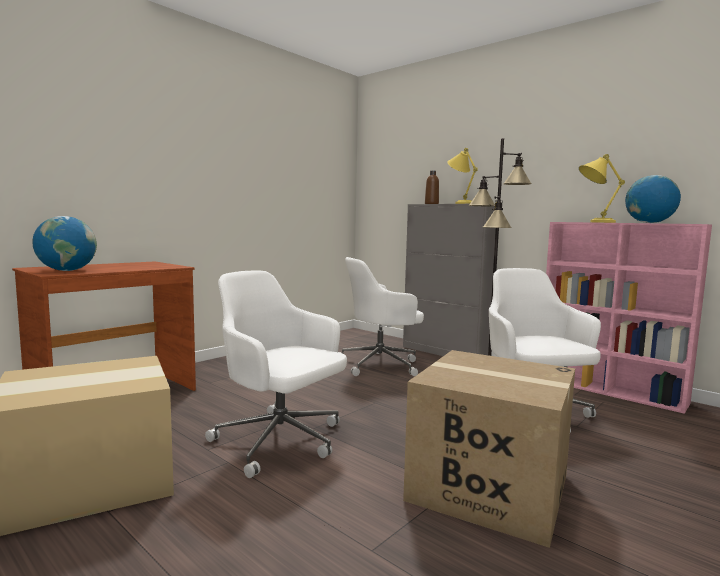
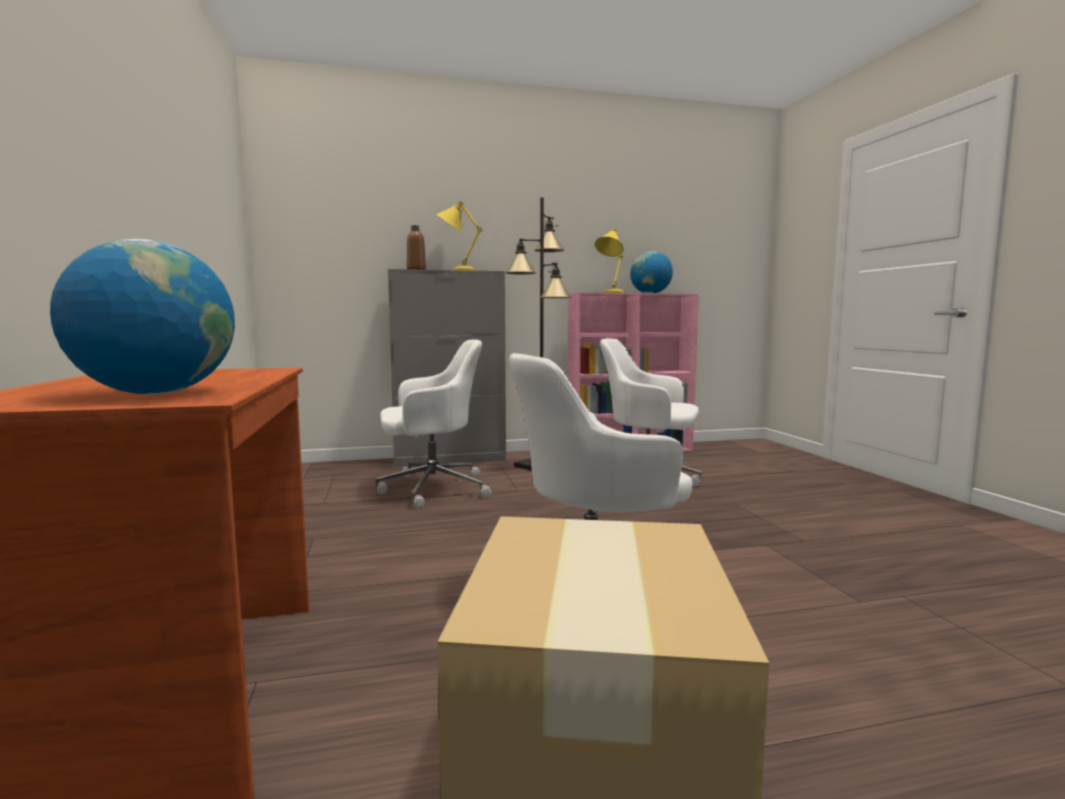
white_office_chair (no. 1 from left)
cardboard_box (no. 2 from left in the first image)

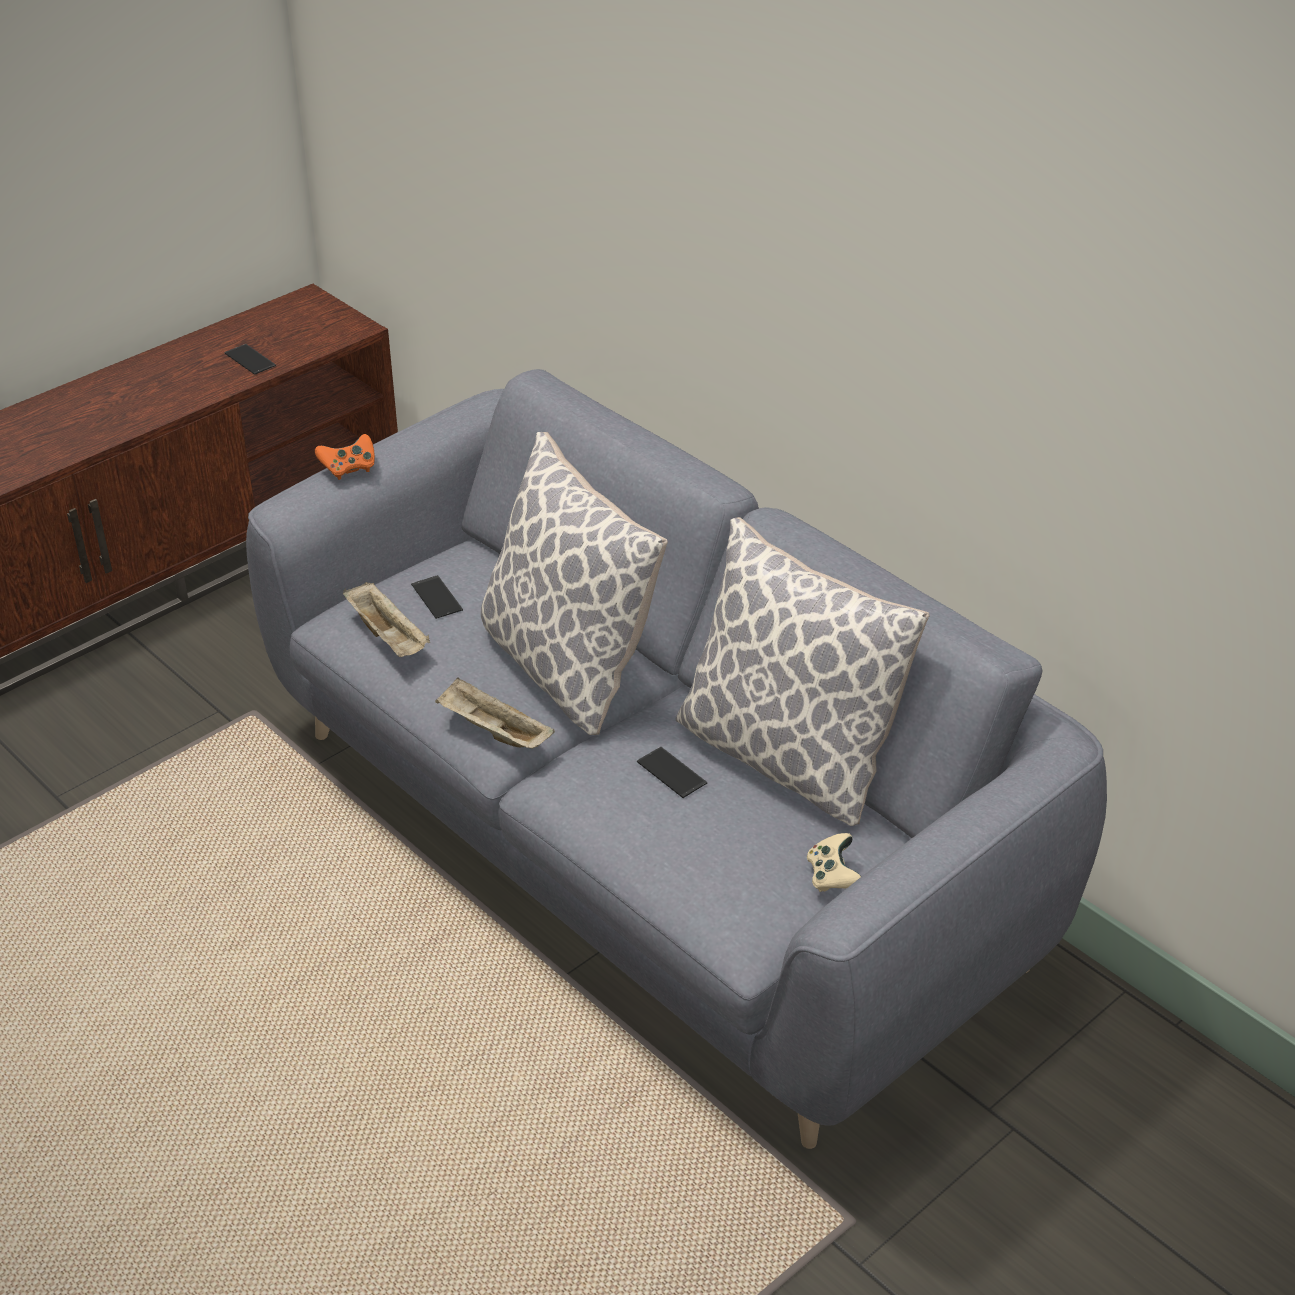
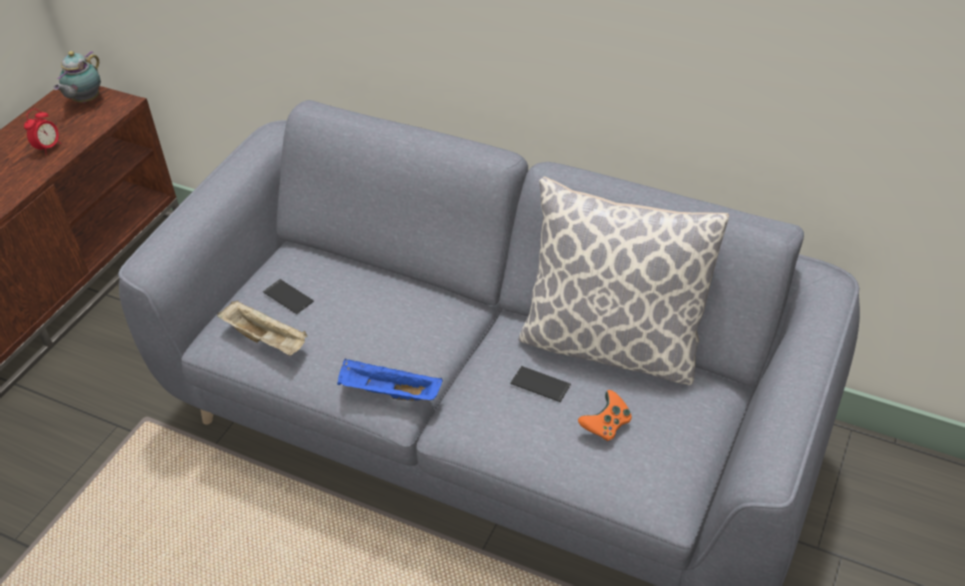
alarm_clock
orange_game_controller
blue_tray
pillow (no. 1 from left in the first image)
beige_game_controller
teapot

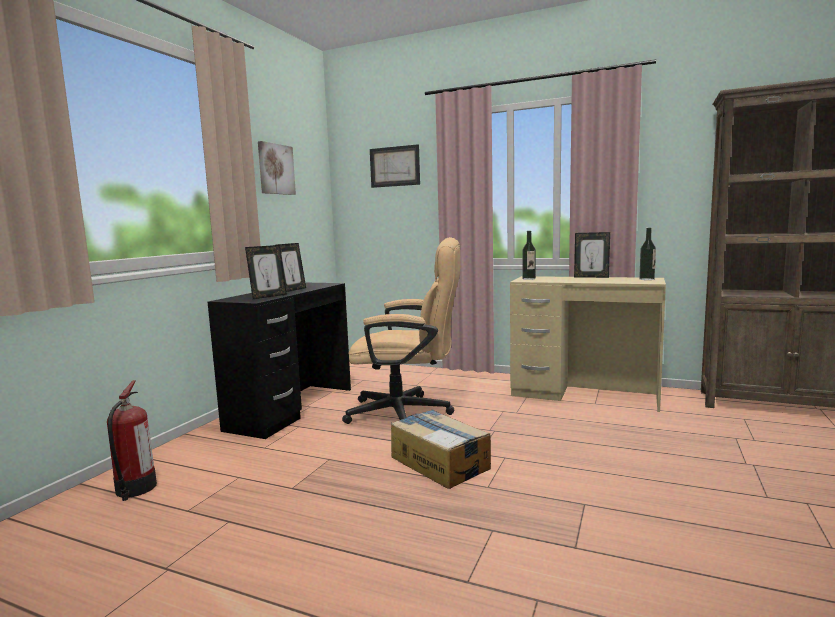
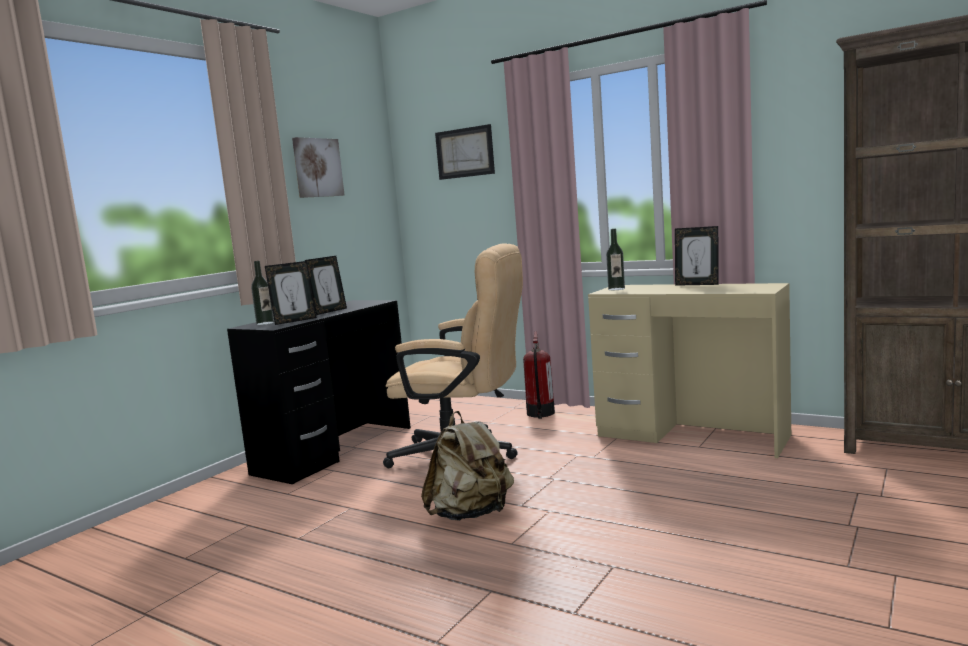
fire_extinguisher
beige_backpack
bottle (no. 1 from left)

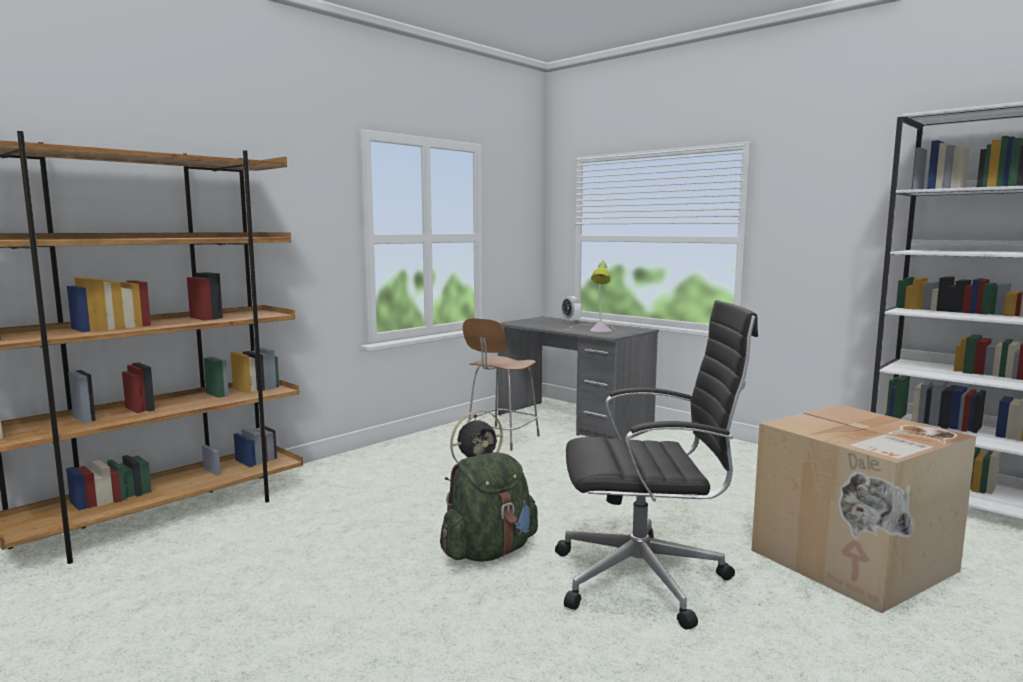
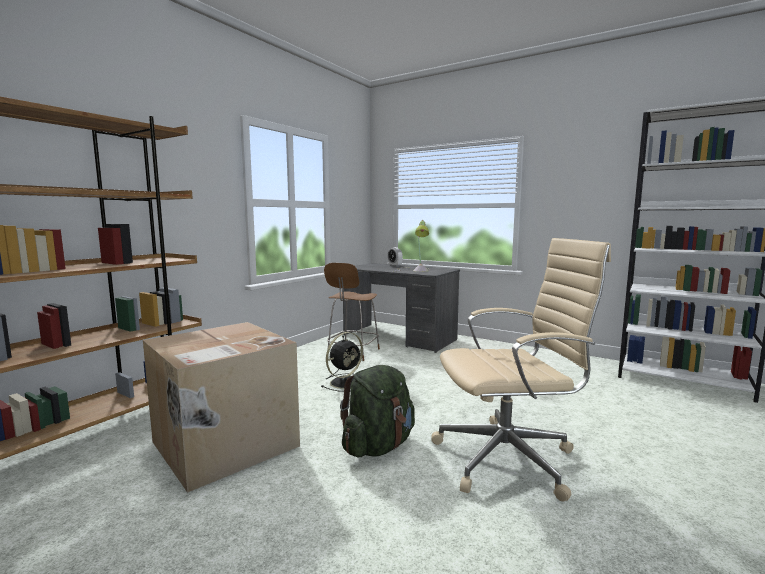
beige_office_chair
cardboard_box

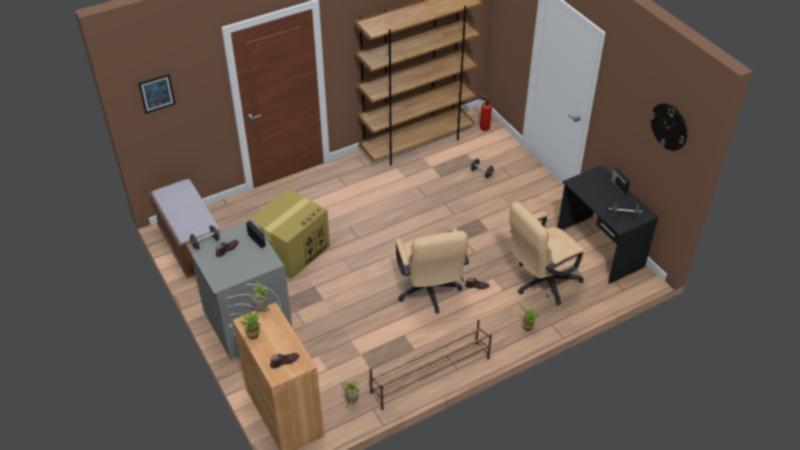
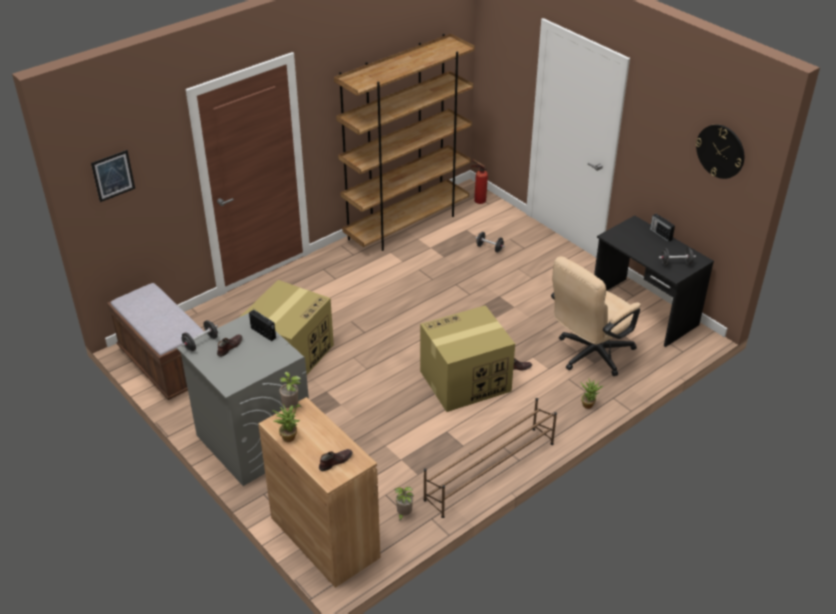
cardboard_box (no. 2 from left)

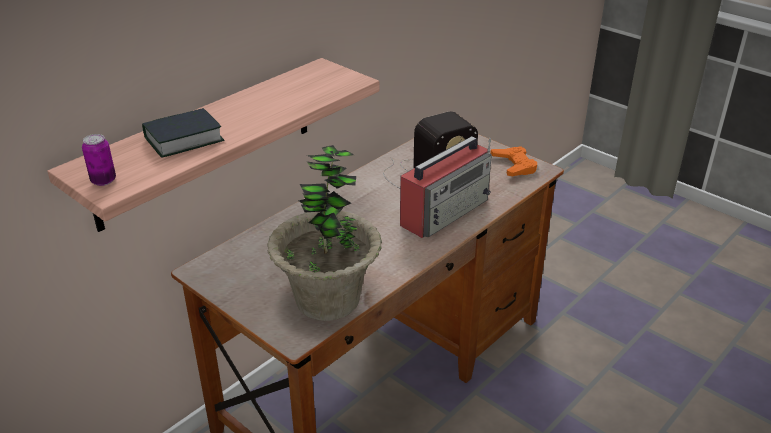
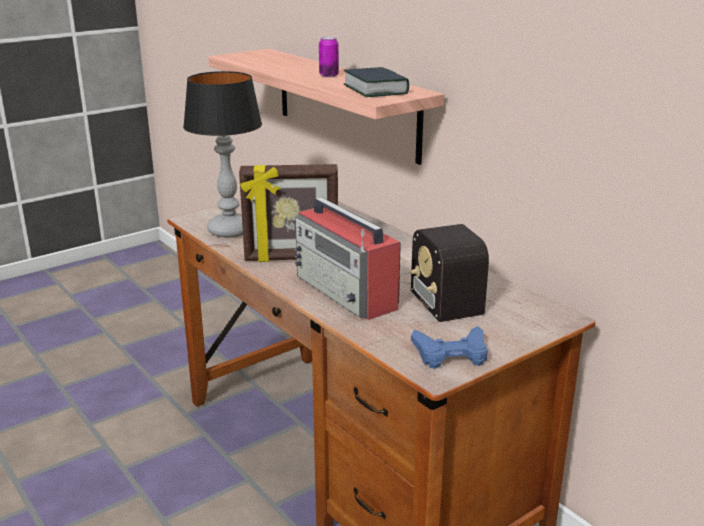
can
book
table_lamp
blue_game_controller
picture_frame

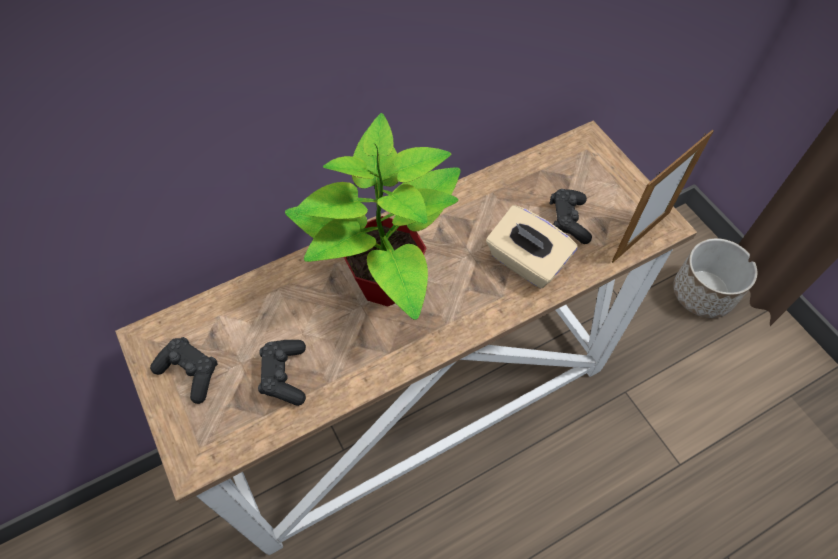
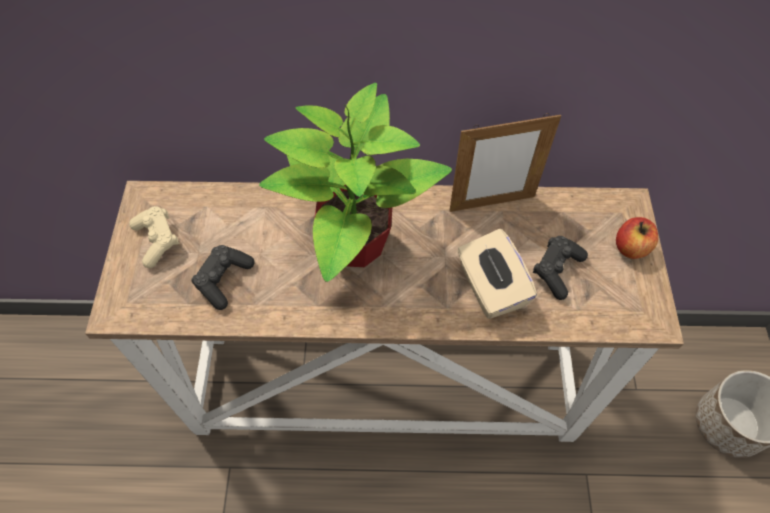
beige_game_controller
picture_frame
apple

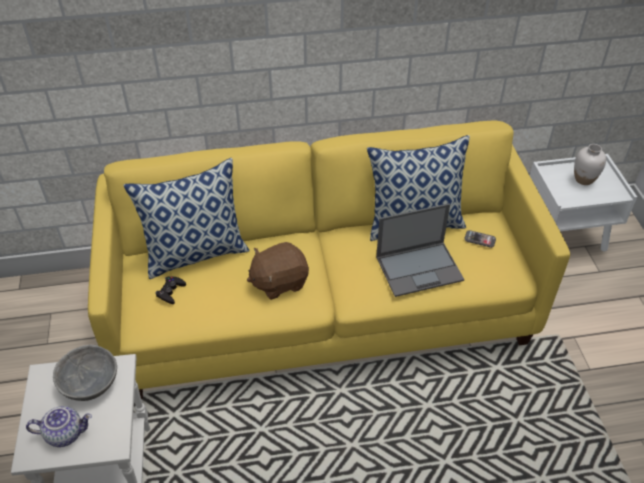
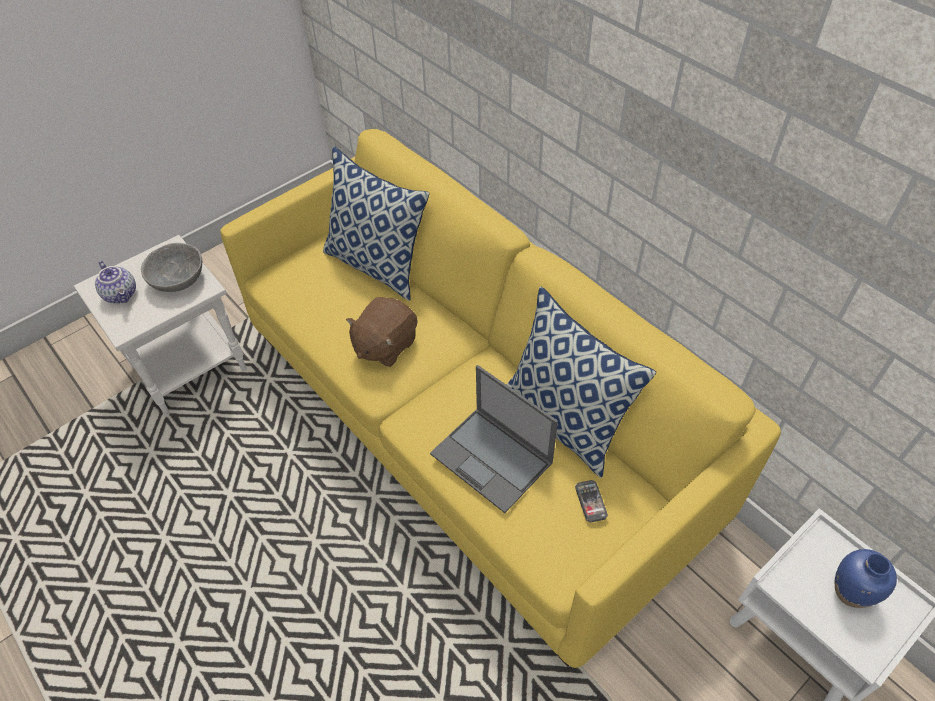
black_game_controller
brown_plush_toy
blue_vase

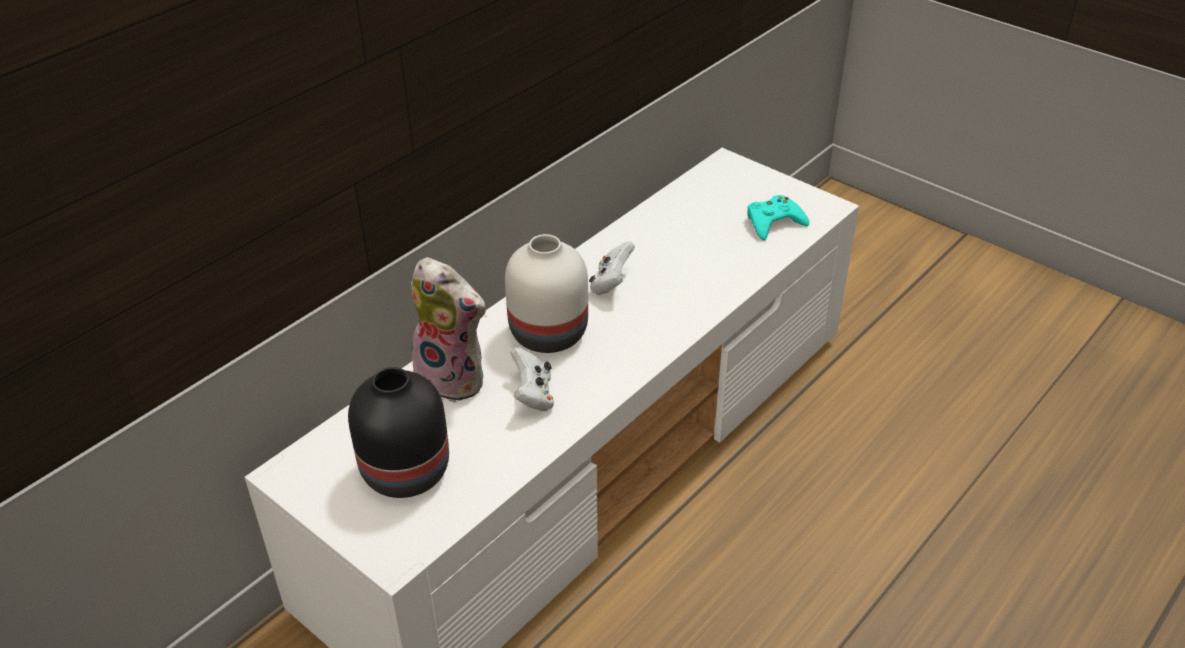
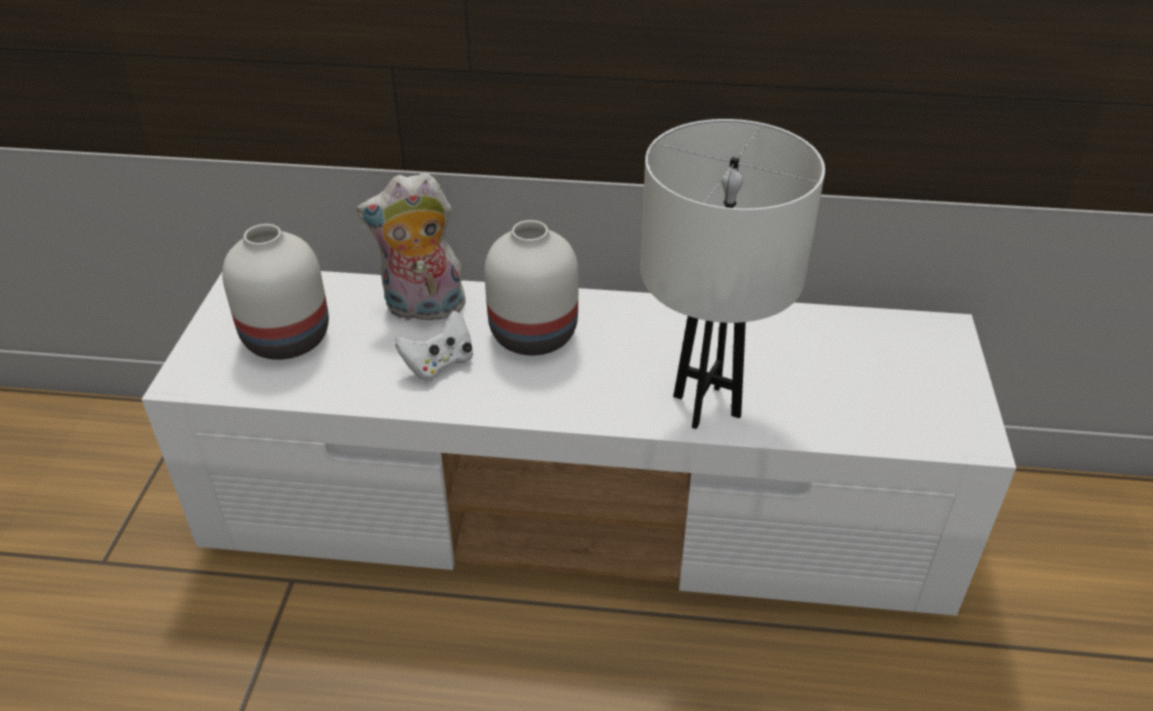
white_vase (no. 1 from left)
plush_toy
white_game_controller (no. 2 from left in the first image)
turquoise_game_controller
white_table_lamp

